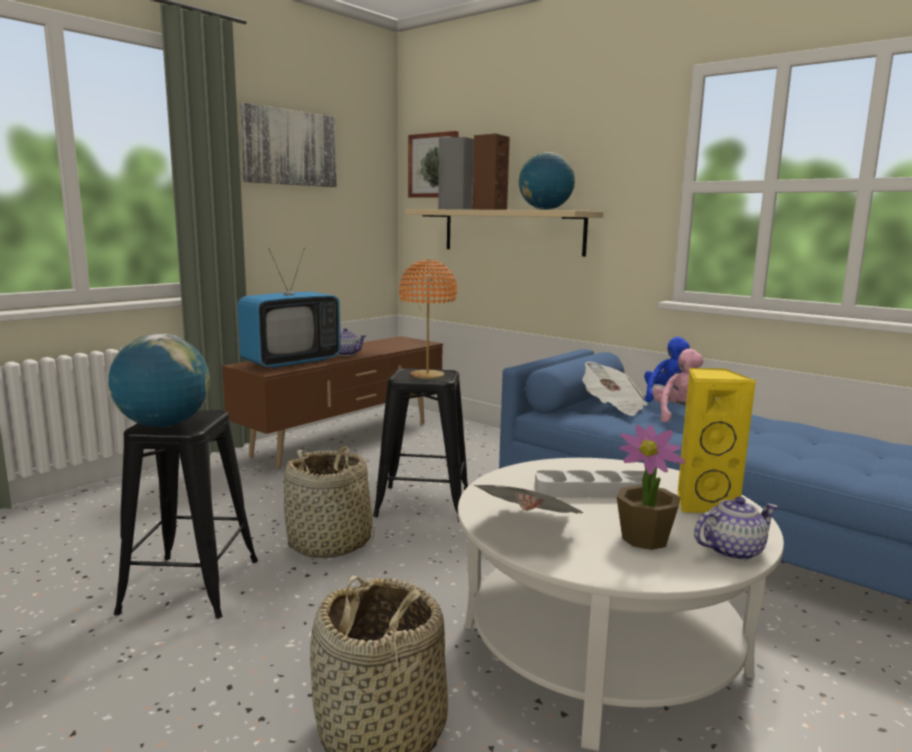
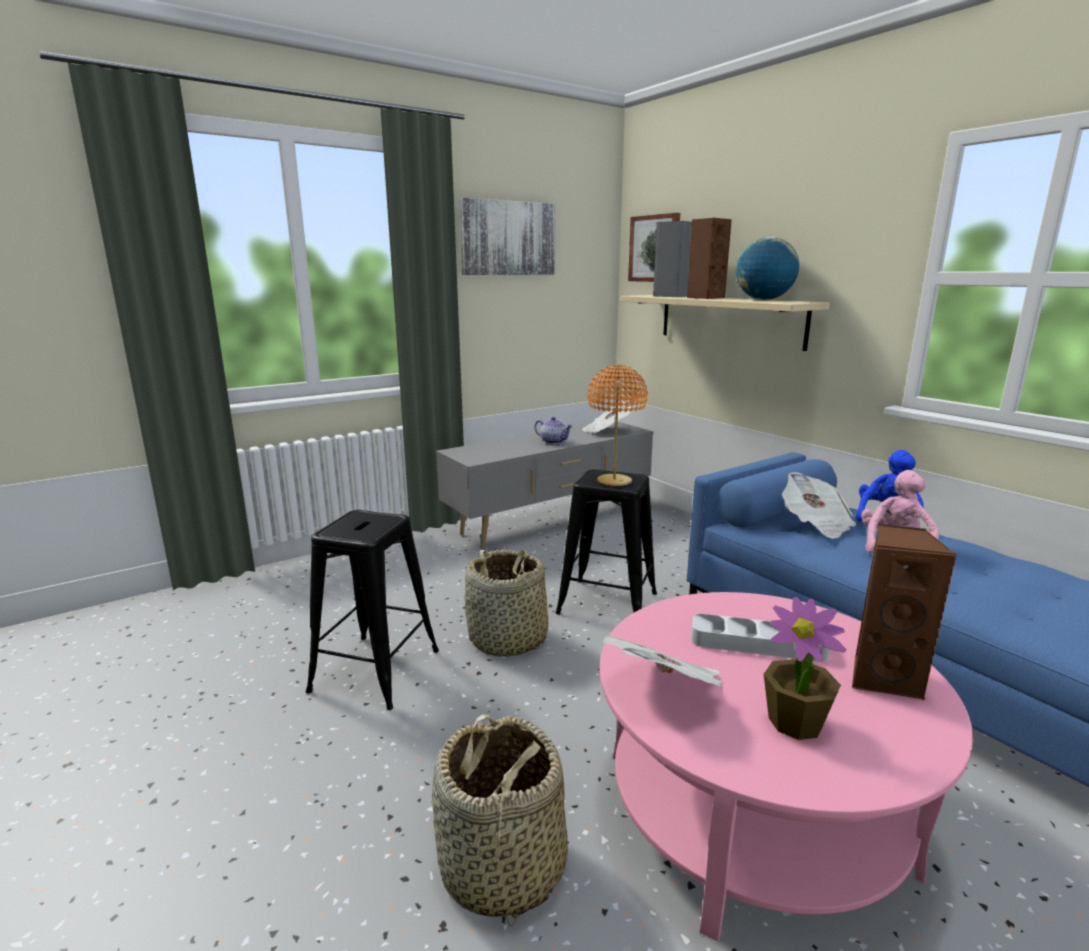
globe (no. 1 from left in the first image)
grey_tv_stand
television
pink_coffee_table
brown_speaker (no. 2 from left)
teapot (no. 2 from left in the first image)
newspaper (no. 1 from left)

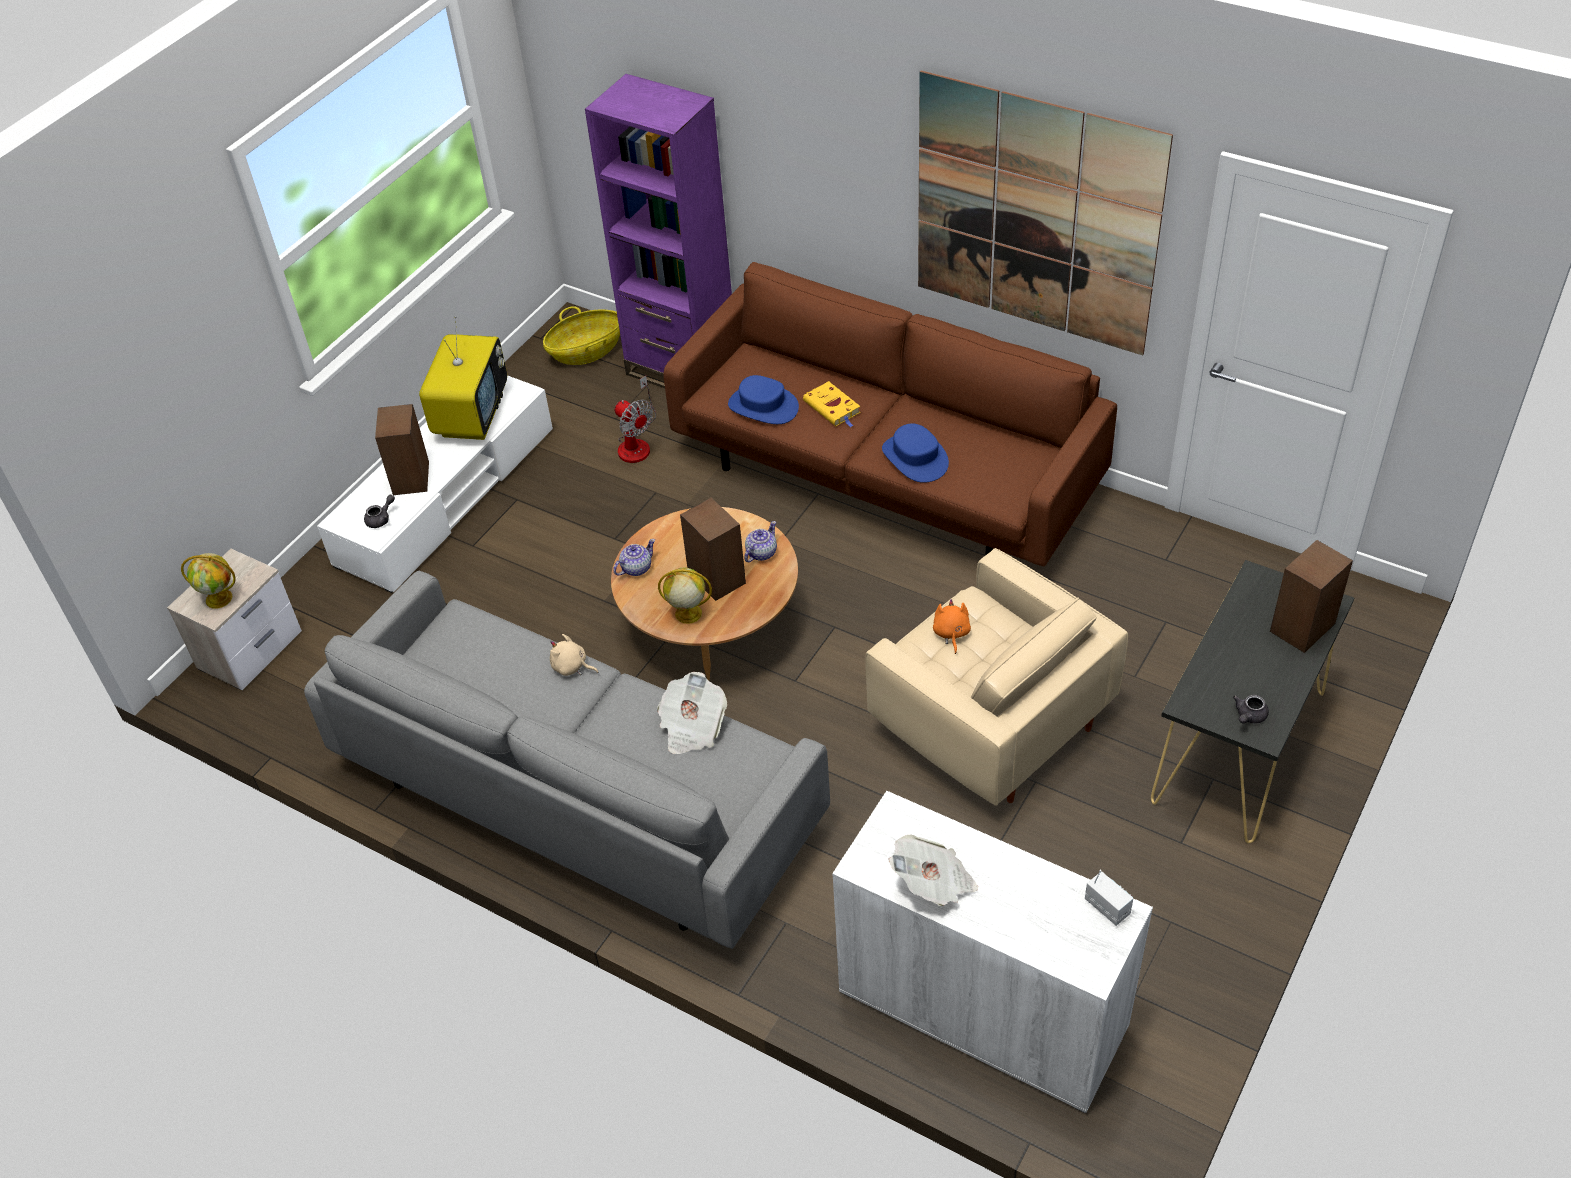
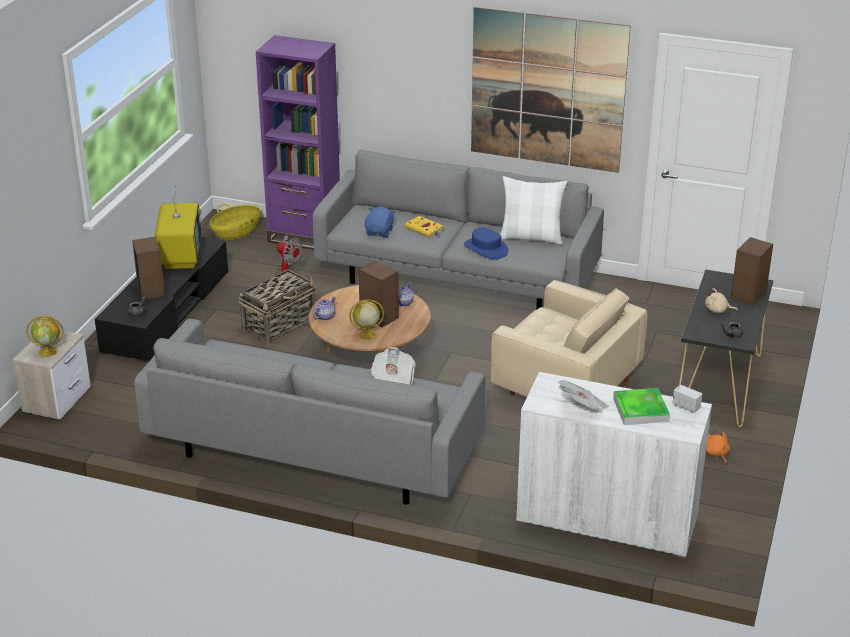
black_tv_stand
beige_plush_toy
grey_sofa (no. 2 from left)
blue_plush_toy
orange_plush_toy
basket (no. 2 from left)
white_pillow
tray

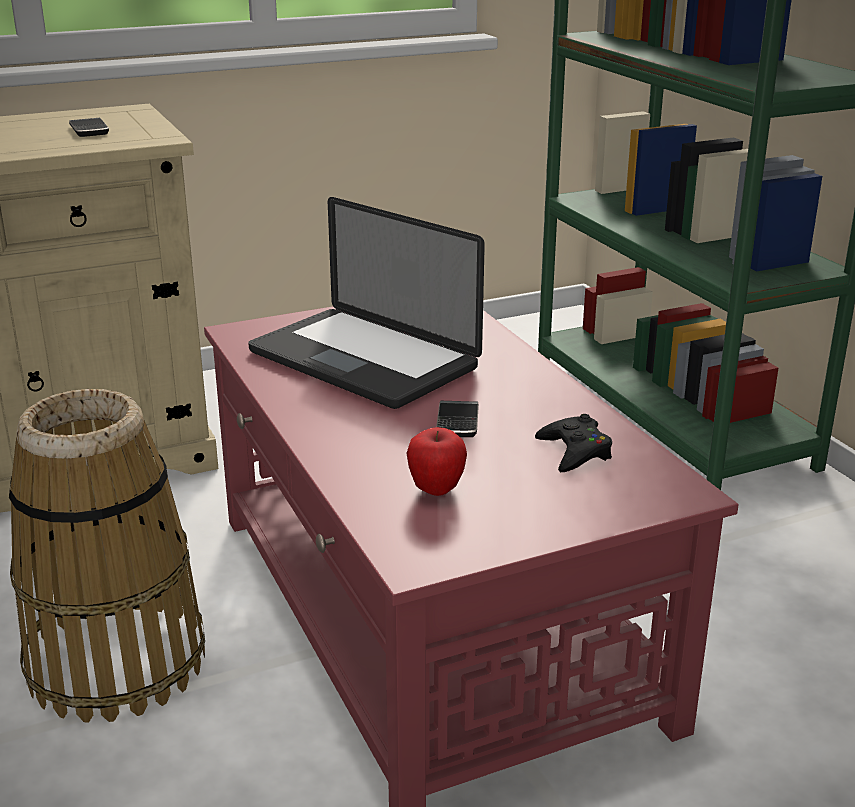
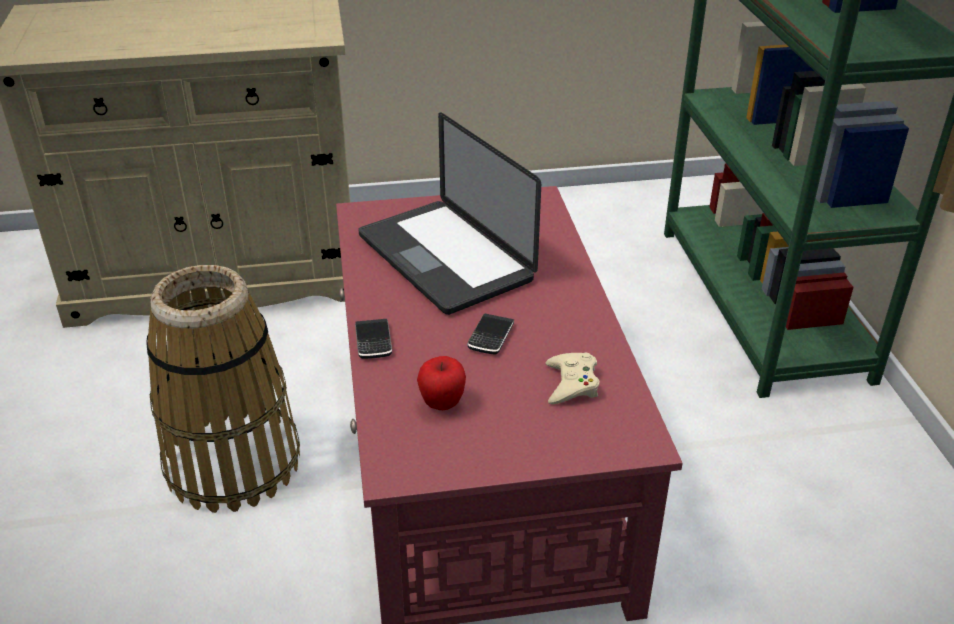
phone (no. 1 from left)
beige_game_controller

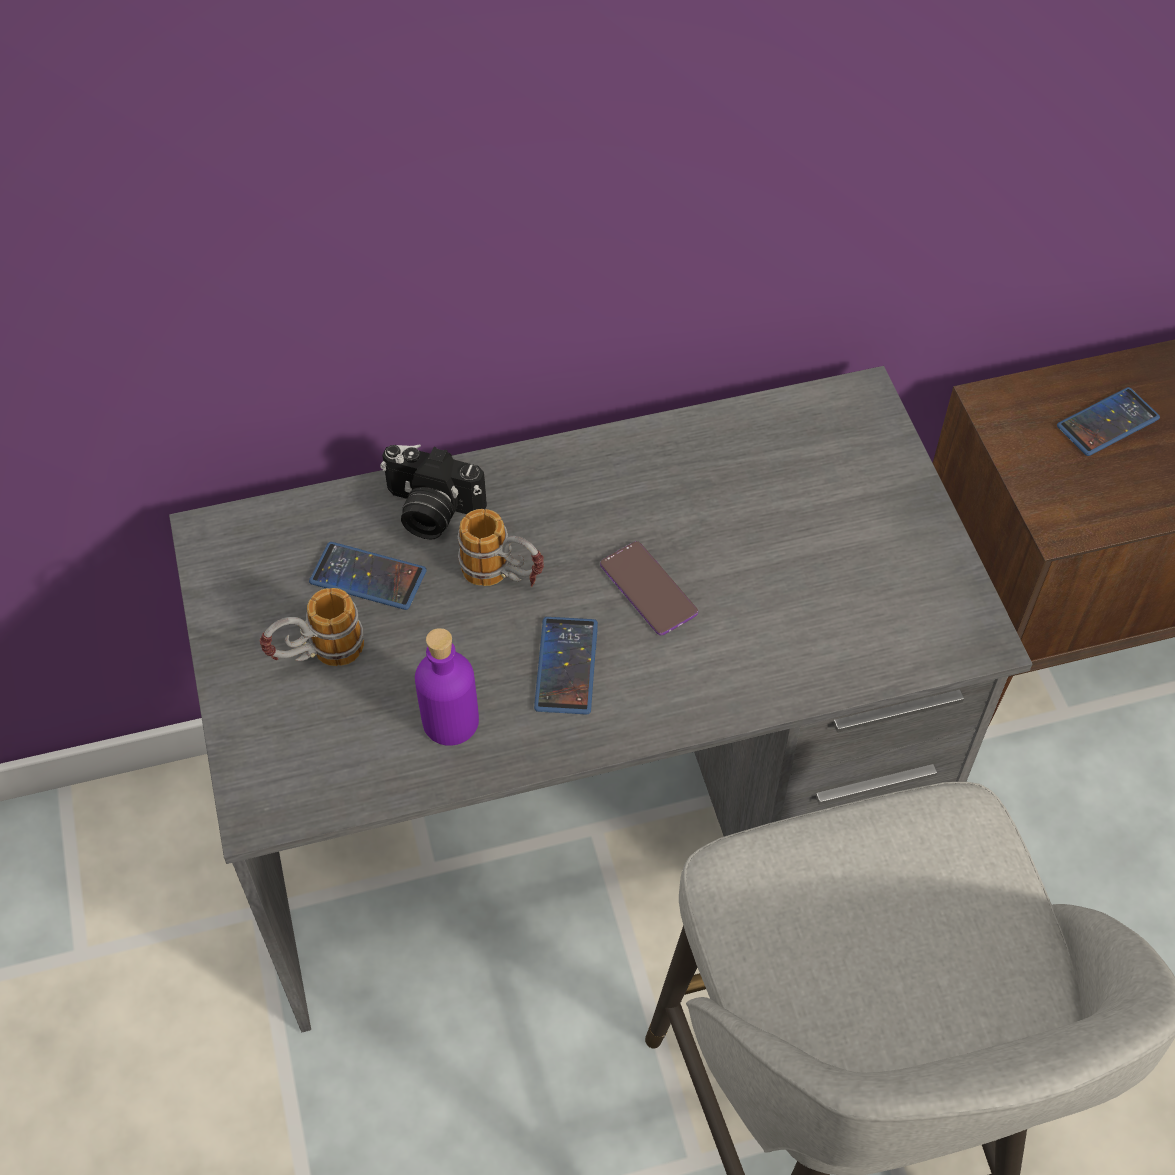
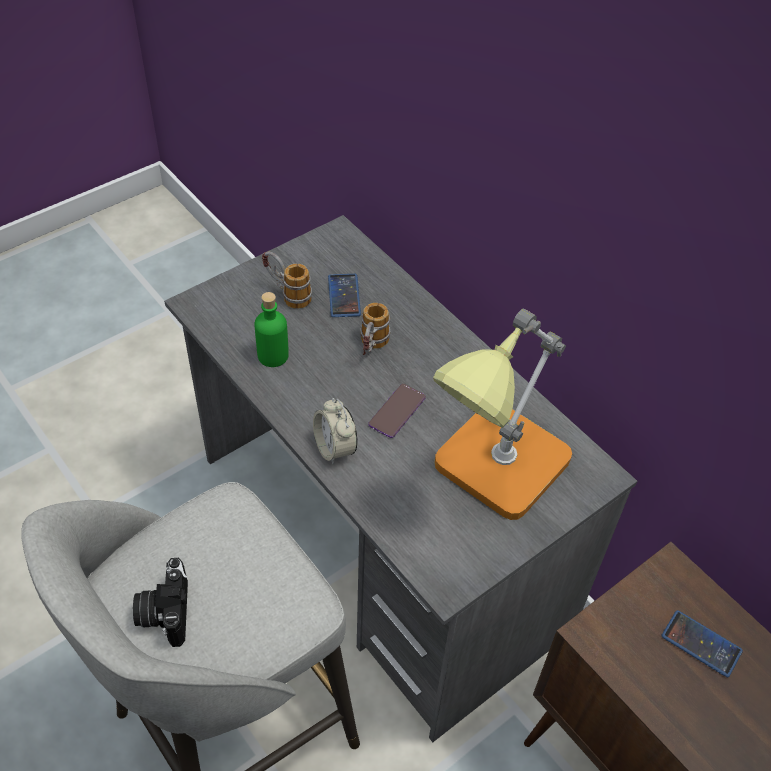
photo_camera
green_bottle
phone (no. 2 from left in the first image)
alarm_clock
table_lamp

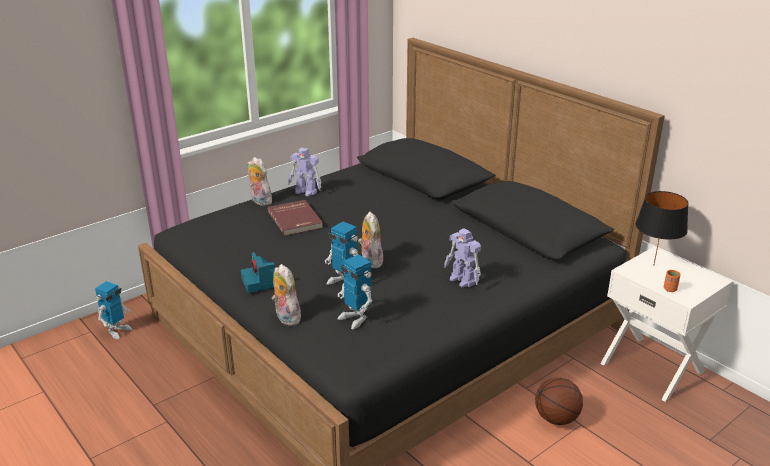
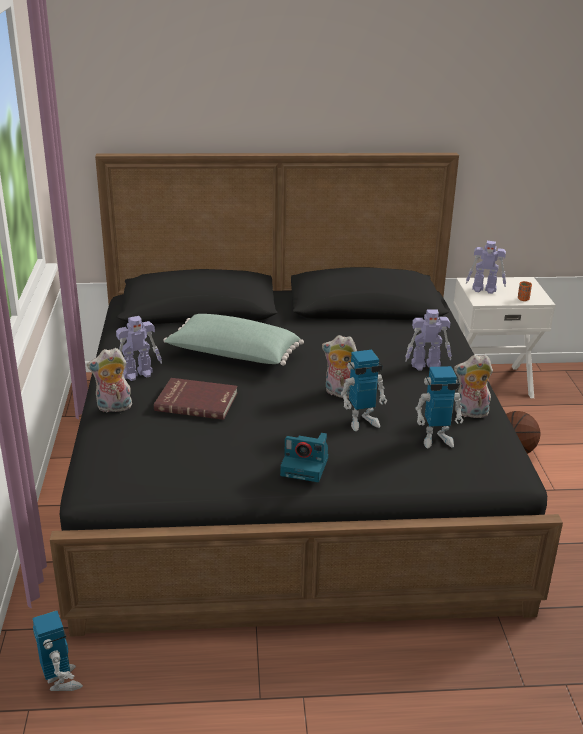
plush_toy (no. 3 from left)
toy_robot (no. 6 from left)
green_pillow

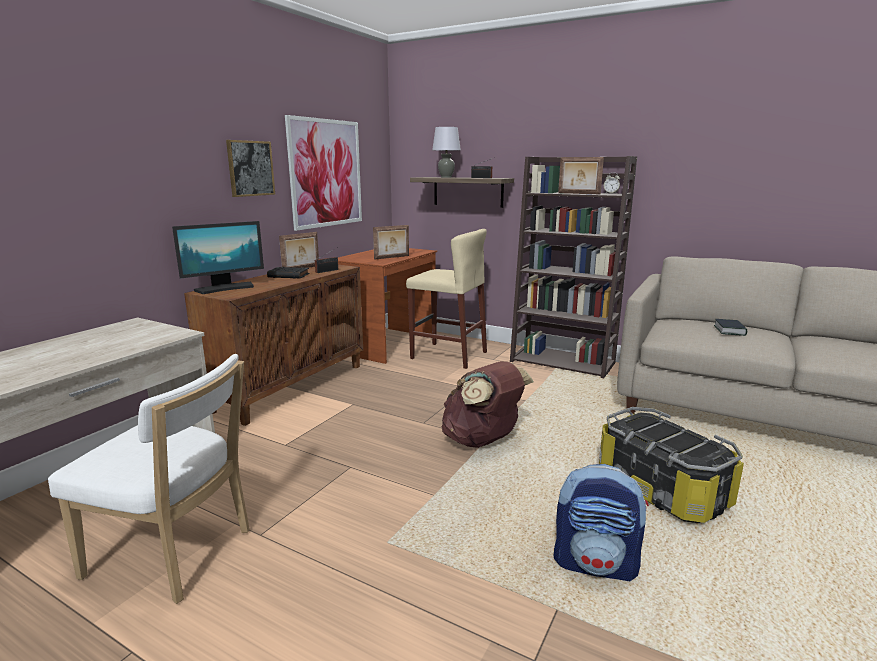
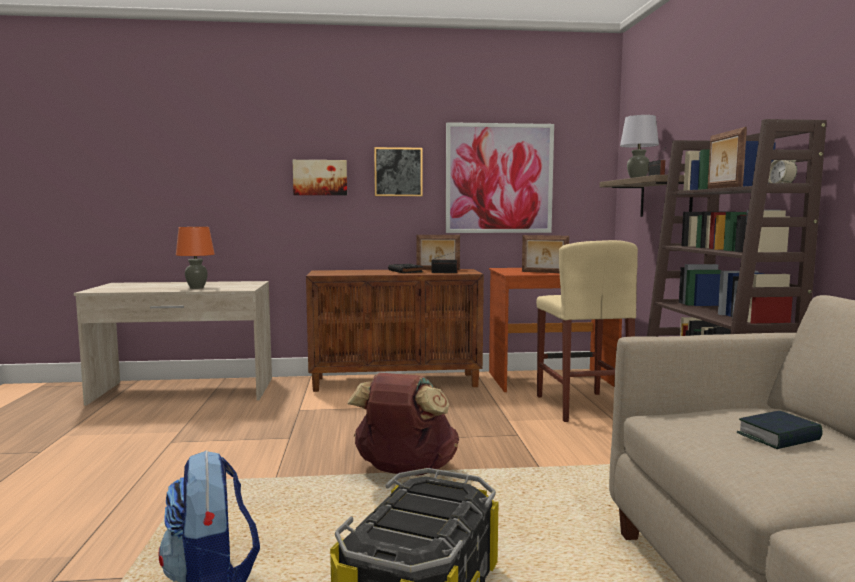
white_chair
monitor
orange_table_lamp
picture (no. 1 from left)

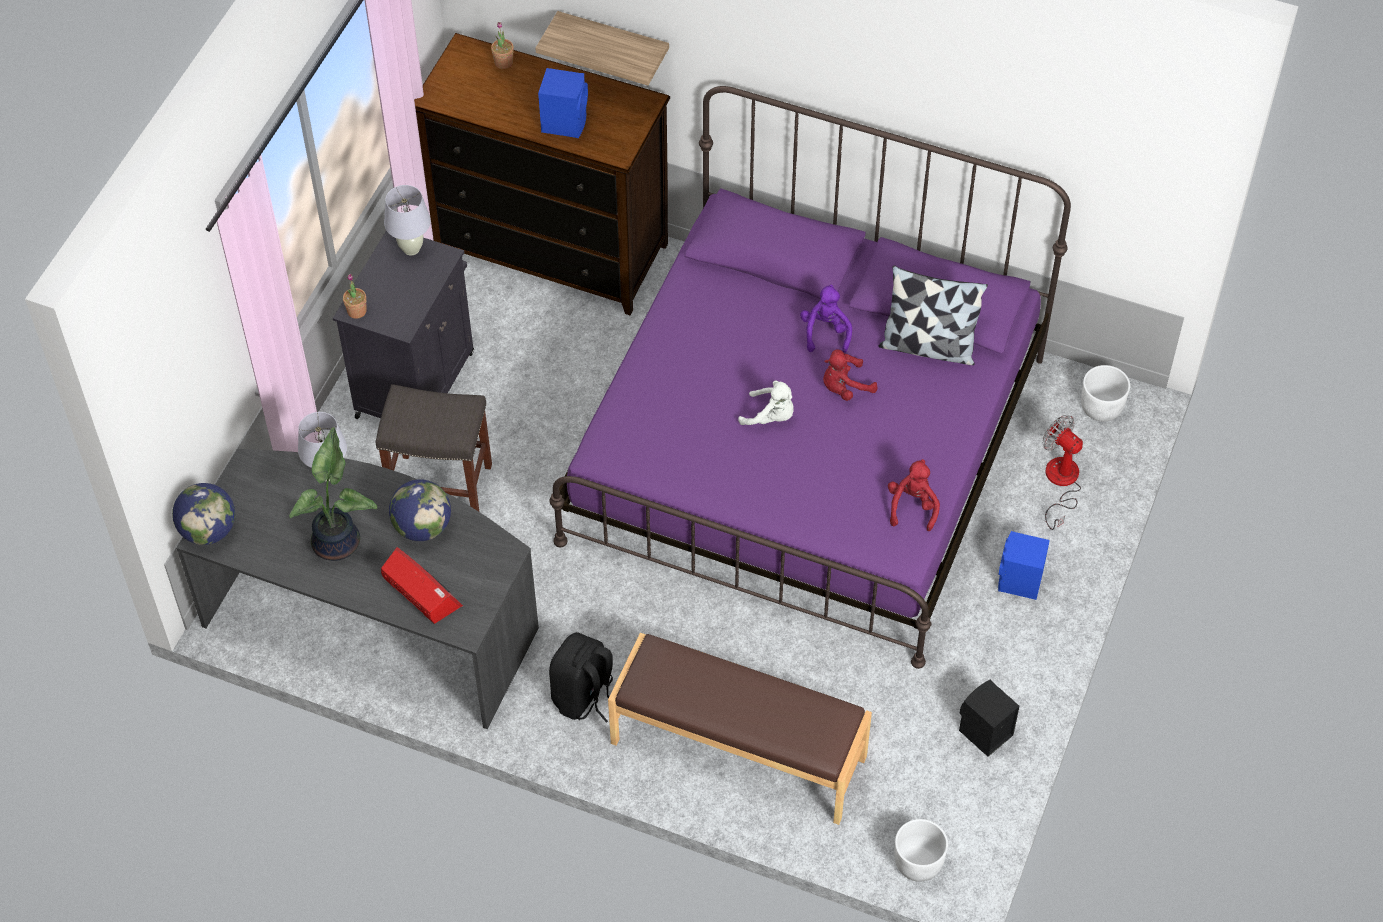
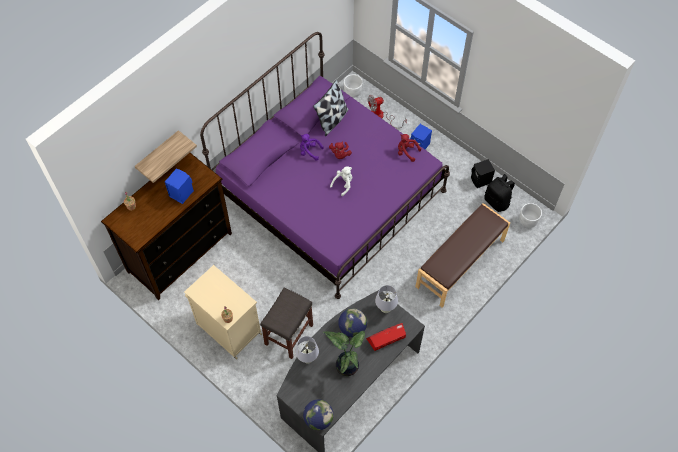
beige_cabinet
white_table_lamp (no. 2 from left)
black_backpack

